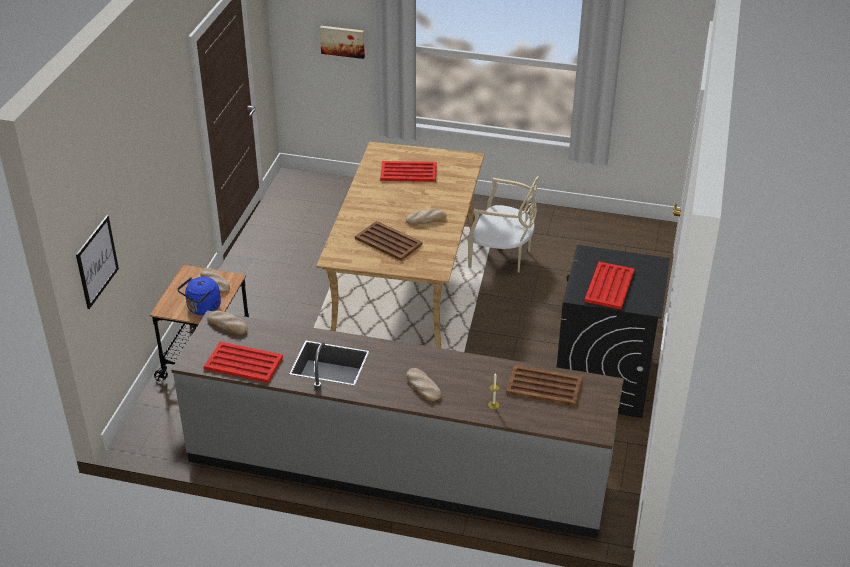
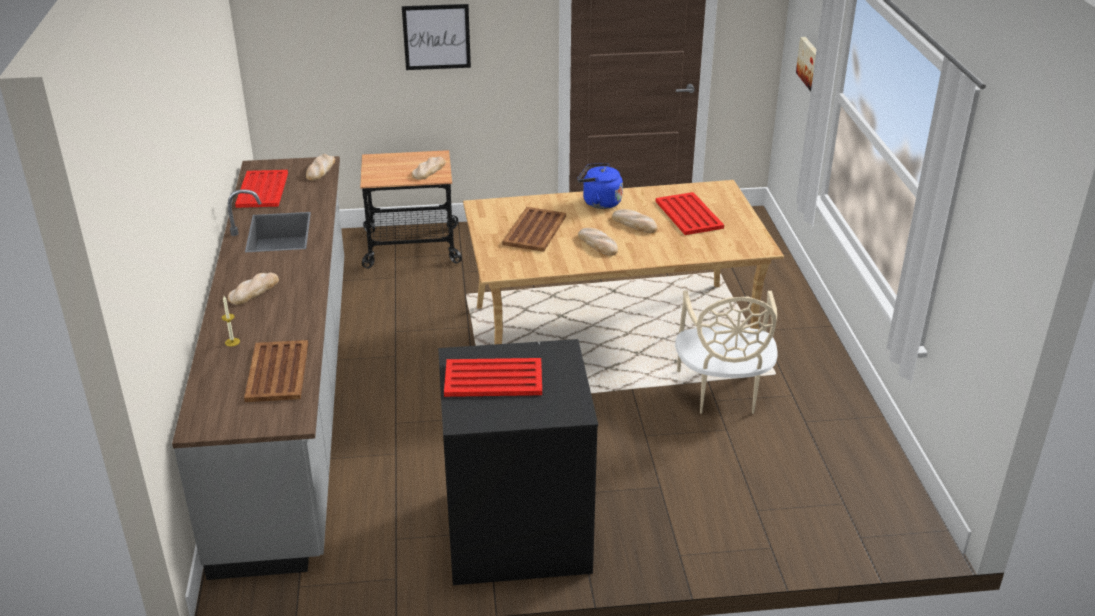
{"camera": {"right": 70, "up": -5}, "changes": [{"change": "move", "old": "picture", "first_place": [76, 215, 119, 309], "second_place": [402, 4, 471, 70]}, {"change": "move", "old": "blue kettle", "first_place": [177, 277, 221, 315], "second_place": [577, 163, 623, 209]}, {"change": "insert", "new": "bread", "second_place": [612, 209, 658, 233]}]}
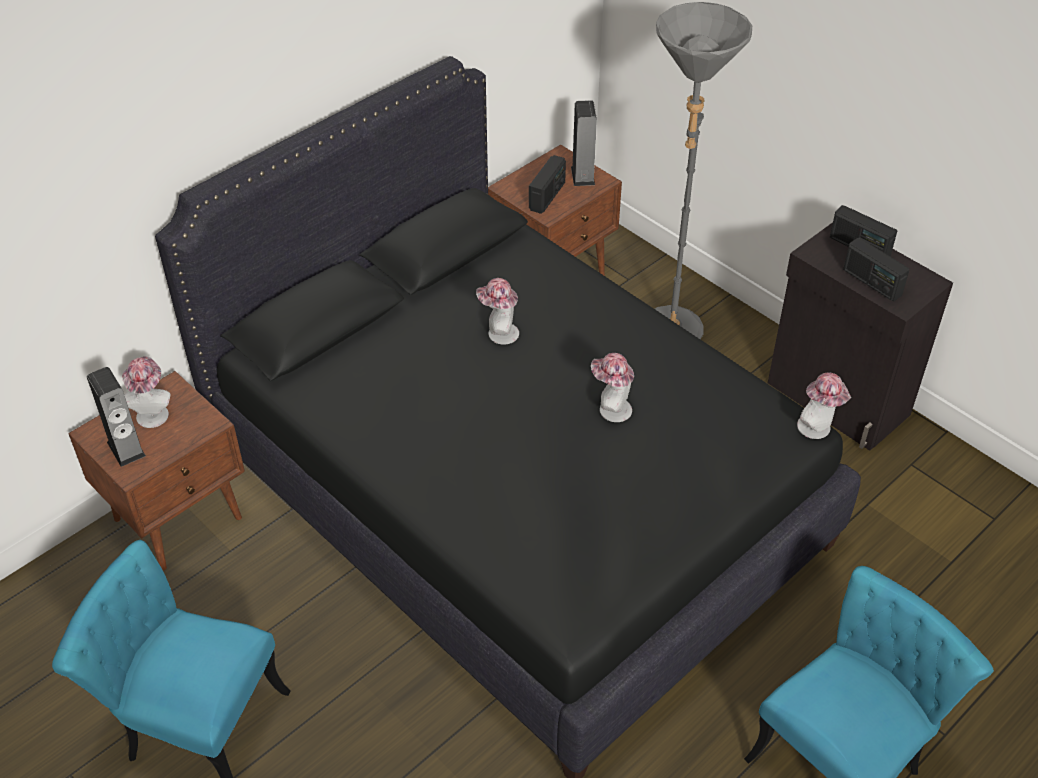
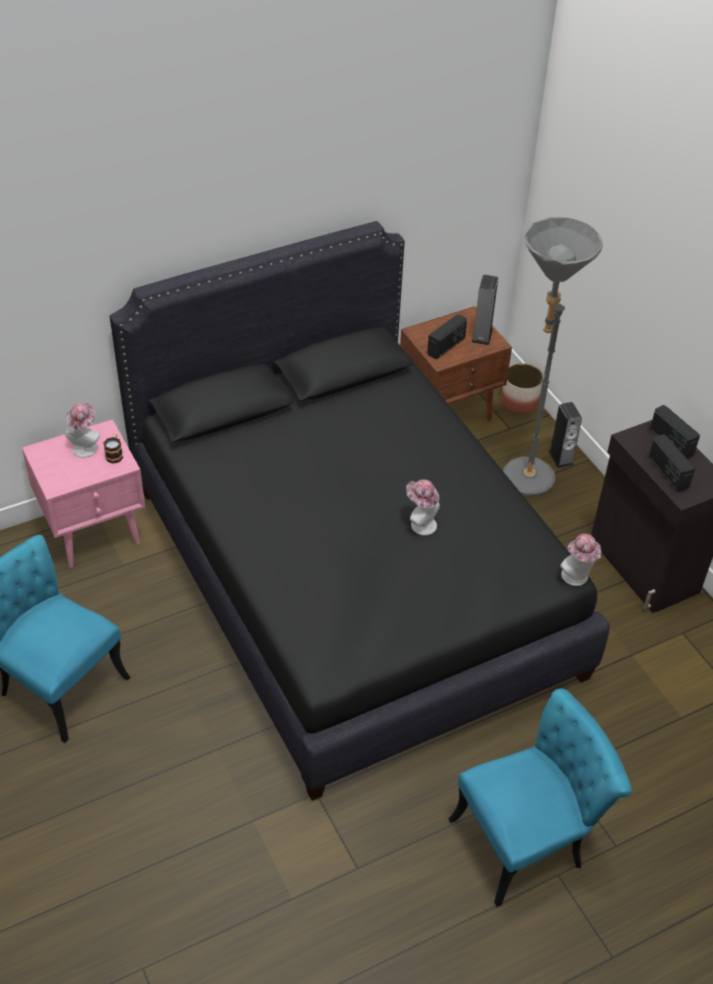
{"camera": {"right": 15, "up": 0}, "changes": [{"change": "recolor", "old": "brown nightstand", "new": "pink nightstand", "first_place": [68, 371, 245, 571], "second_place": [22, 419, 145, 568]}, {"change": "insert", "new": "mug", "second_place": [103, 434, 123, 464]}, {"change": "insert", "new": "planter", "second_place": [501, 363, 544, 414]}, {"change": "move", "old": "speaker", "first_place": [87, 367, 146, 467], "second_place": [549, 402, 582, 468]}, {"change": "delete", "old": "hat", "first_place": [476, 278, 519, 345]}]}
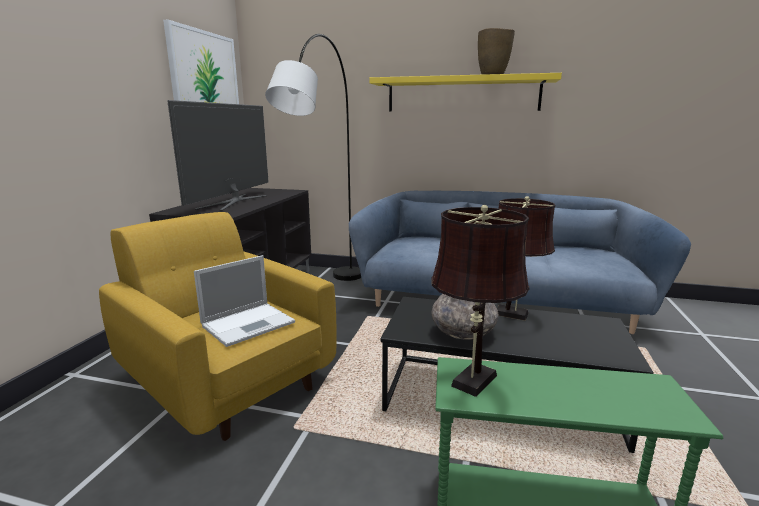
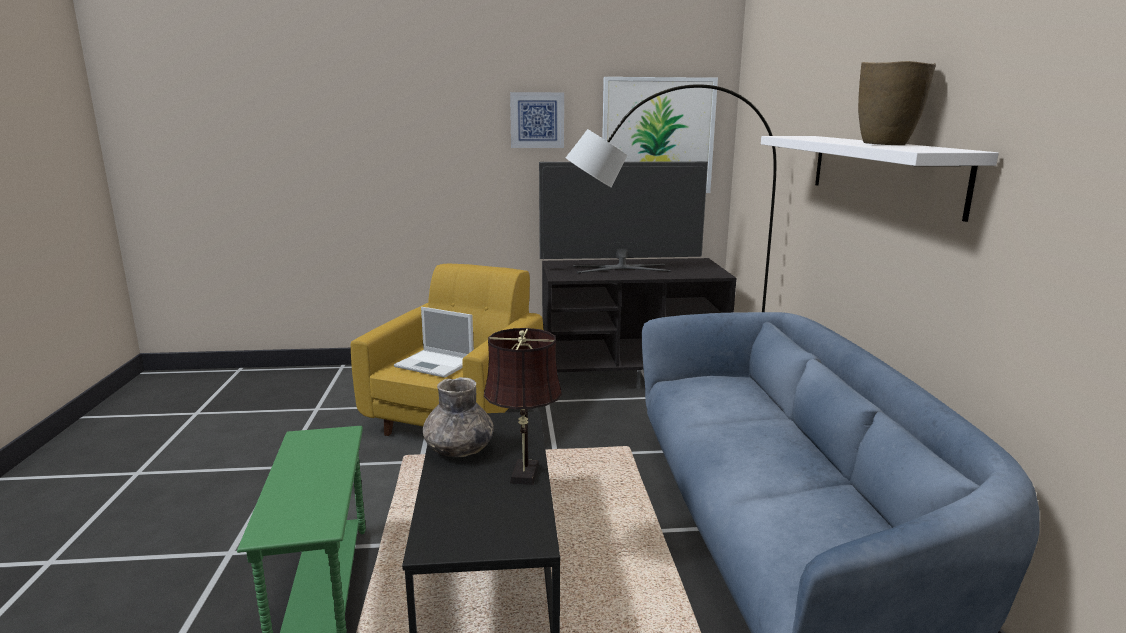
{"camera": {"right": 70, "up": 0}, "changes": [{"change": "insert", "new": "picture", "second_place": [510, 92, 564, 148]}, {"change": "recolor", "old": "yellow shelf", "new": "white shelf", "first_place": [369, 73, 562, 112], "second_place": [761, 136, 999, 222]}, {"change": "delete", "old": "brown table lamp", "first_place": [431, 205, 529, 397]}]}
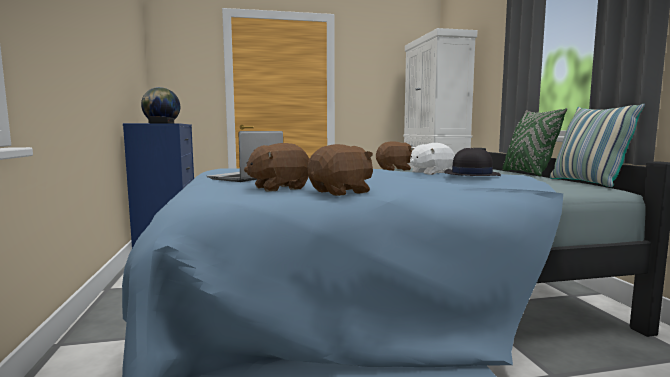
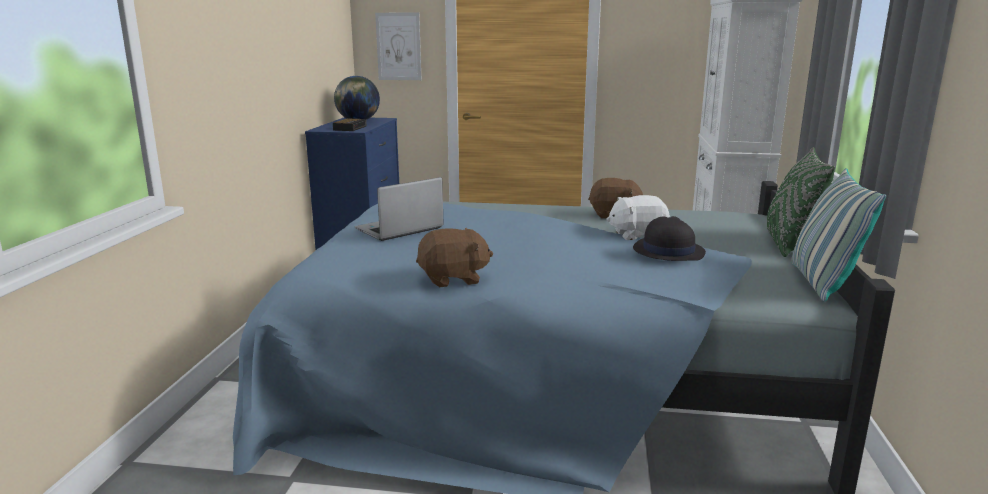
{"camera": {"right": 20, "up": 10}, "changes": [{"change": "insert", "new": "picture", "second_place": [375, 13, 421, 80]}, {"change": "delete", "old": "brown plush toy", "first_place": [244, 143, 310, 192]}]}
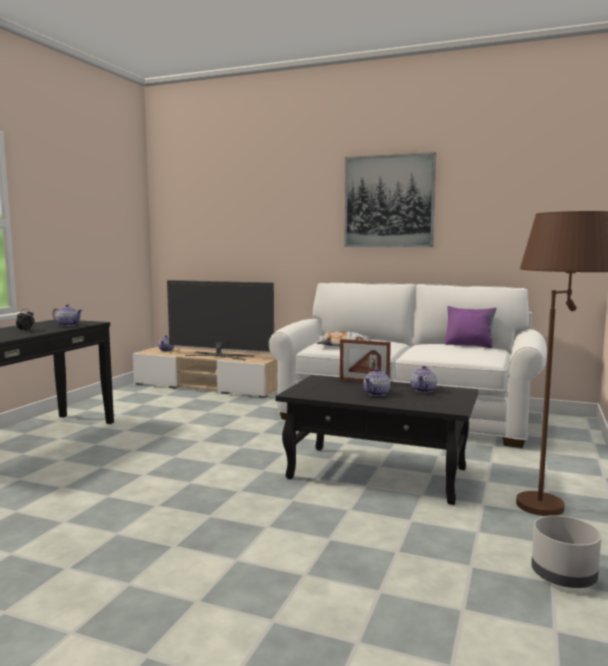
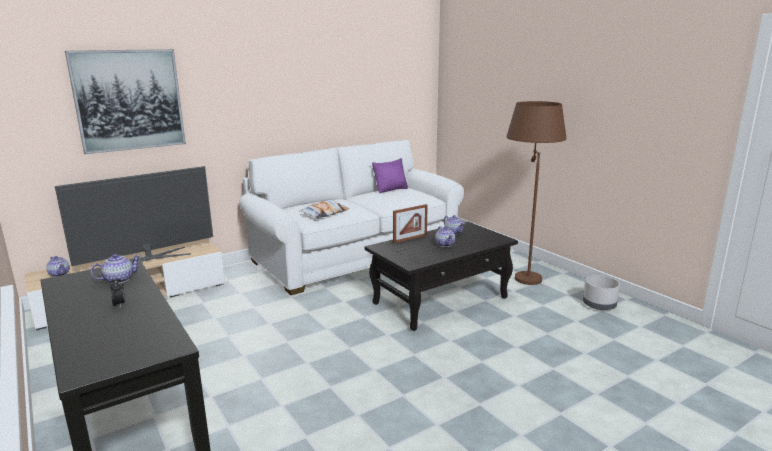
{"camera": {"right": -55, "up": 10}, "changes": [{"change": "move", "old": "picture", "first_place": [344, 152, 436, 247], "second_place": [65, 49, 186, 154]}]}
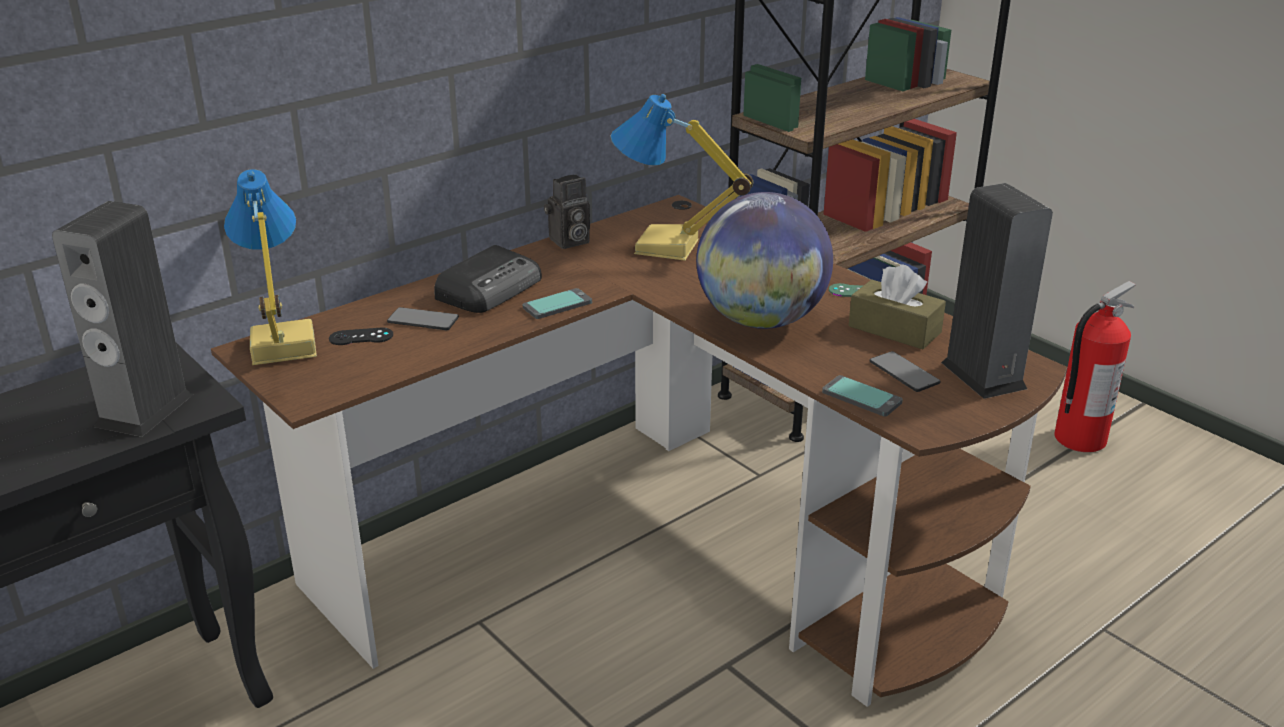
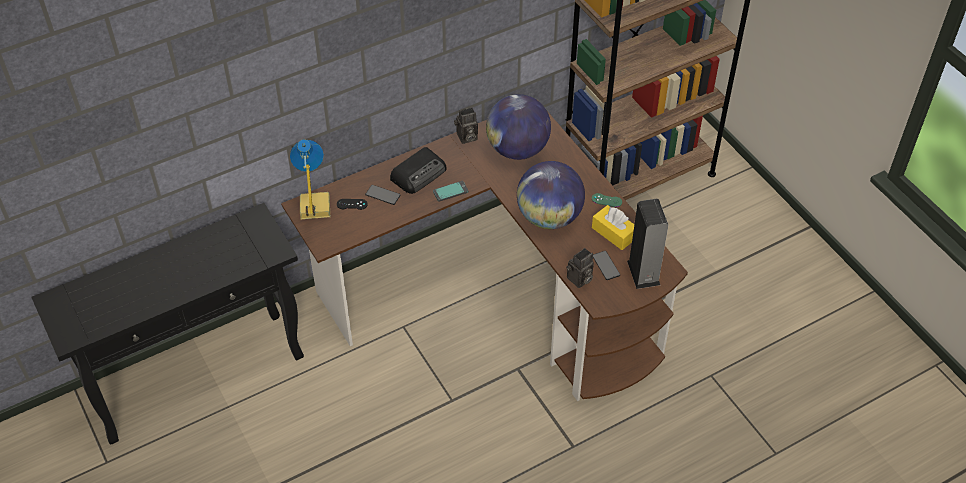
{"camera": {"right": 10, "up": 20}, "changes": [{"change": "replace", "old": "table lamp", "new": "globe", "first_place": [611, 94, 753, 261], "second_place": [486, 94, 551, 160]}, {"change": "replace", "old": "phone", "new": "photo camera", "first_place": [822, 375, 903, 417], "second_place": [566, 248, 594, 288]}, {"change": "recolor", "old": "brown tissue box", "new": "yellow tissue box", "first_place": [849, 264, 946, 349], "second_place": [592, 205, 634, 250]}, {"change": "delete", "old": "speaker", "first_place": [52, 201, 193, 437]}, {"change": "delete", "old": "fire extinguisher", "first_place": [1054, 281, 1136, 452]}]}
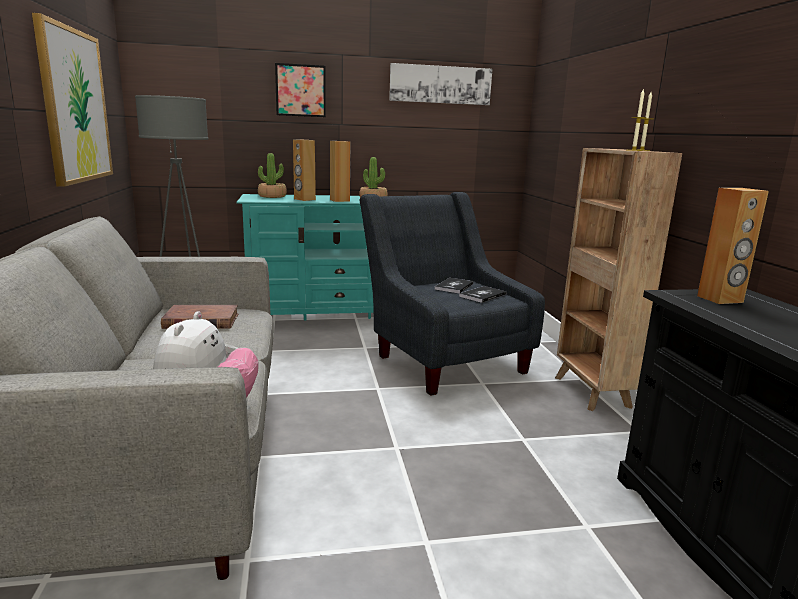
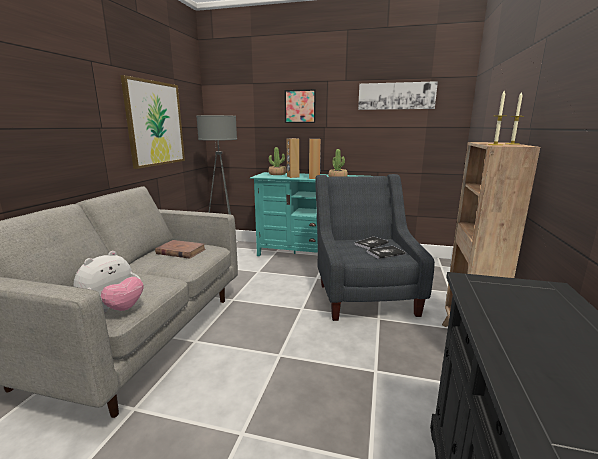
{"camera": {"right": 25, "up": 0}, "changes": [{"change": "delete", "old": "brown speaker", "first_place": [697, 188, 769, 304]}]}
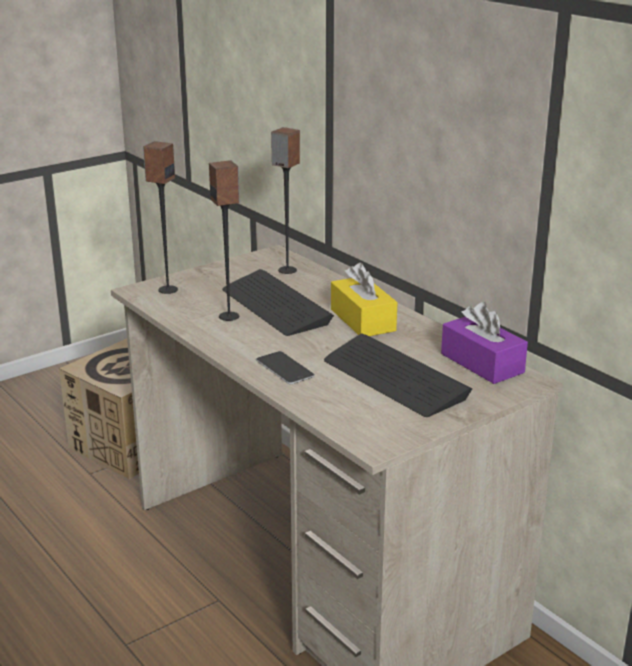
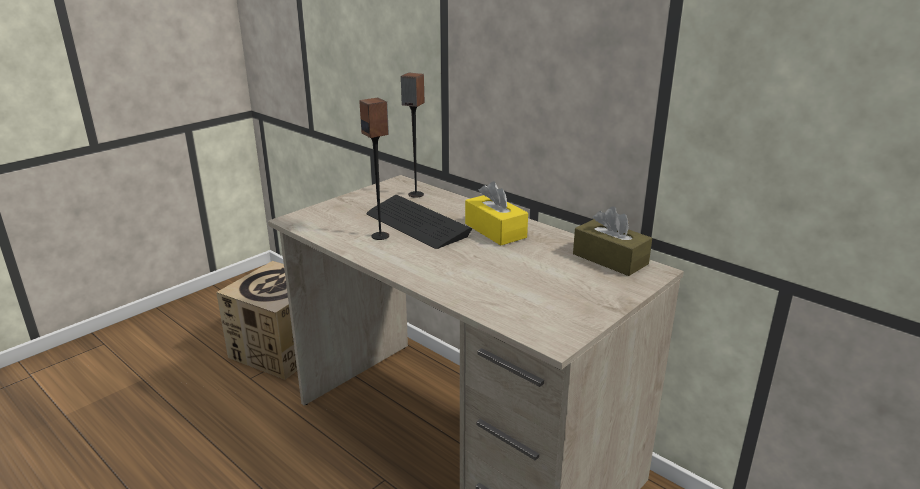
{"camera": {"right": -10, "up": 0}, "changes": [{"change": "recolor", "old": "purple tissue box", "new": "brown tissue box", "first_place": [441, 302, 528, 384], "second_place": [573, 207, 652, 276]}, {"change": "delete", "old": "speaker", "first_place": [143, 141, 178, 294]}, {"change": "delete", "old": "phone", "first_place": [256, 351, 315, 384]}, {"change": "delete", "old": "keyboard", "first_place": [324, 333, 472, 417]}]}
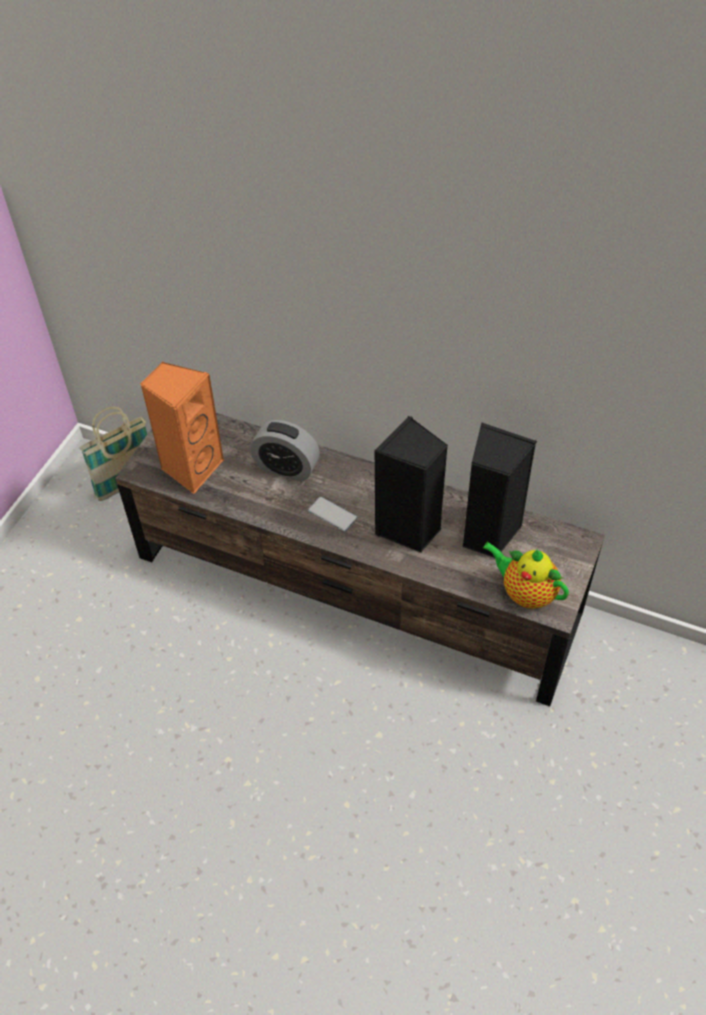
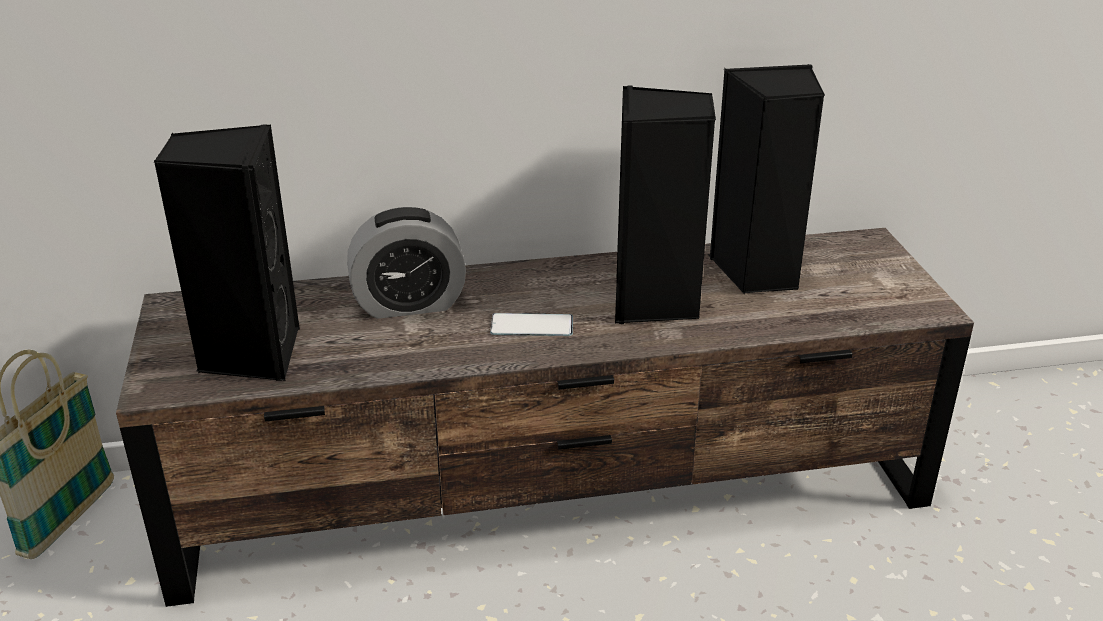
{"camera": {"right": -35, "up": -20}, "changes": [{"change": "recolor", "old": "orange speaker", "new": "black speaker", "first_place": [140, 362, 224, 494], "second_place": [154, 125, 300, 381]}, {"change": "delete", "old": "teapot", "first_place": [483, 541, 569, 609]}]}
